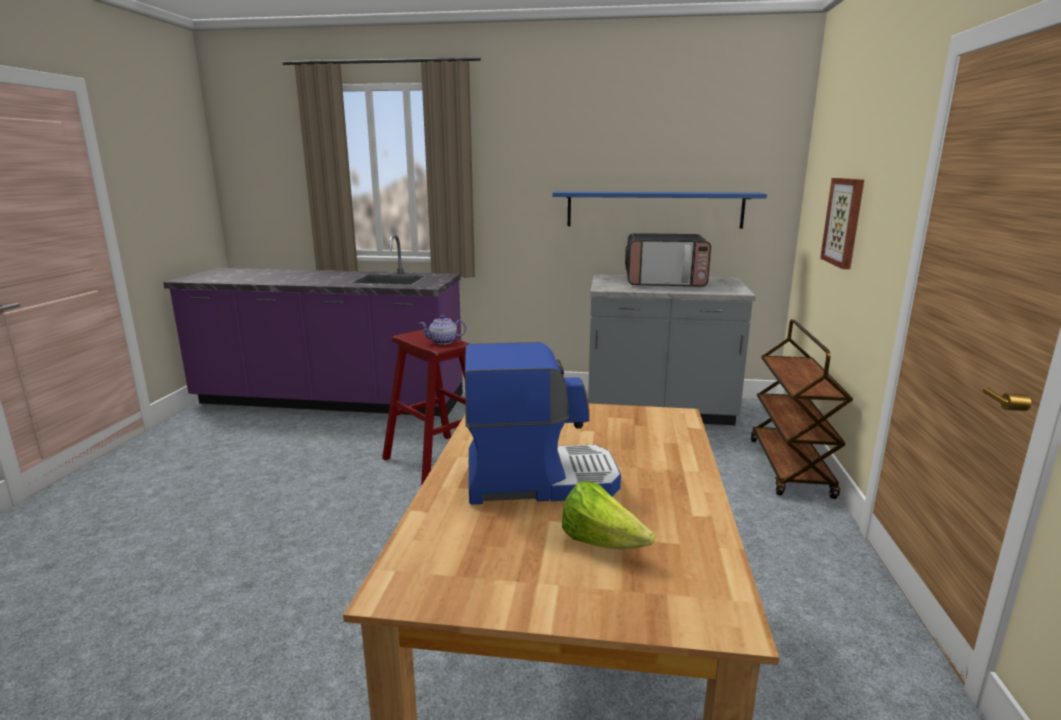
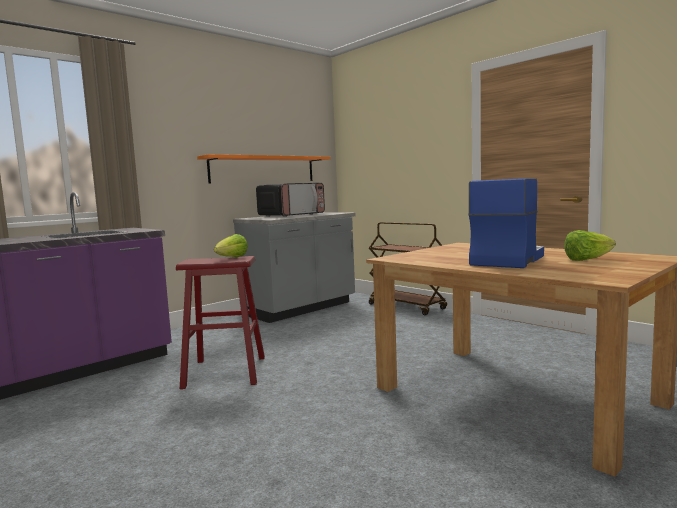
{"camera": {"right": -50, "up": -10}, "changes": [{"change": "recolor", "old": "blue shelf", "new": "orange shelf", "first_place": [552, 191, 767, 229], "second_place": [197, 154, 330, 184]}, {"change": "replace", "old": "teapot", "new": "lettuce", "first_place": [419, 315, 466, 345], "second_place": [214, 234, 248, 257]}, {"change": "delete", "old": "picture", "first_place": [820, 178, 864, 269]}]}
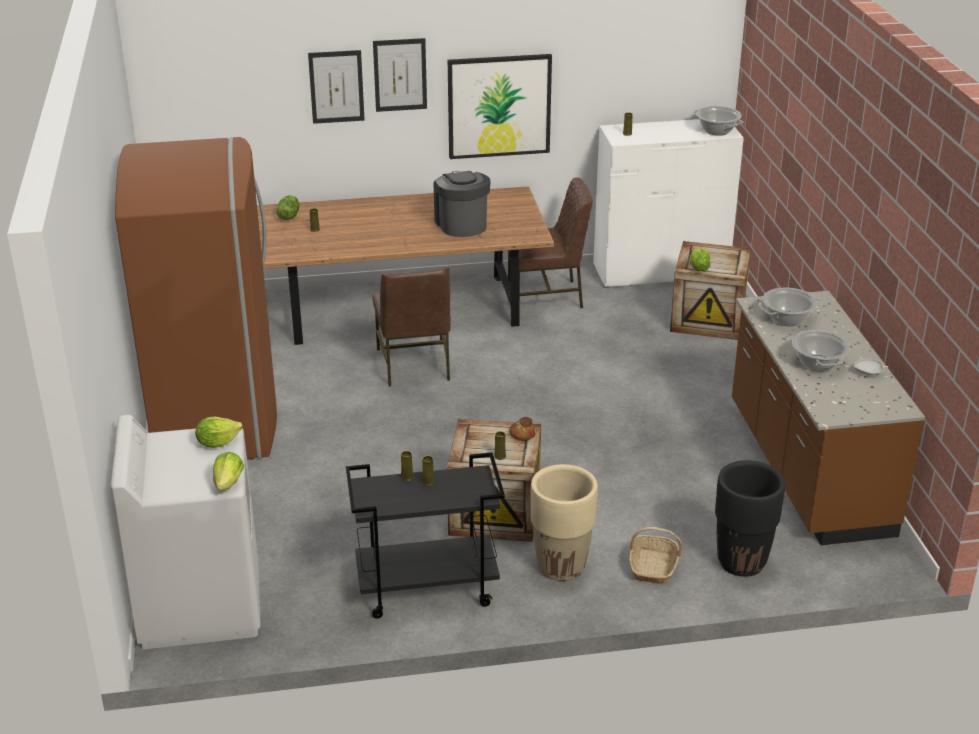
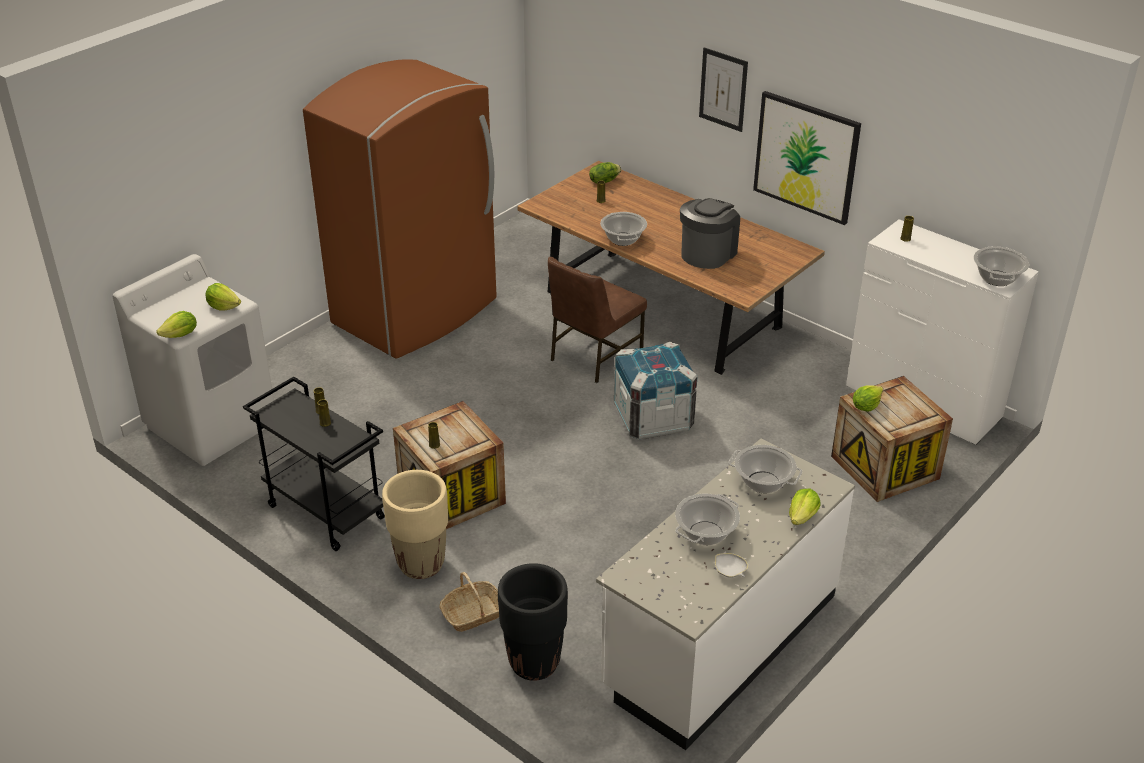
{"camera": {"right": 50, "up": 5}, "changes": [{"change": "recolor", "old": "brown counter", "new": "white counter", "first_place": [732, 291, 925, 545], "second_place": [596, 439, 855, 750]}, {"change": "insert", "new": "cooking pot", "second_place": [600, 212, 647, 246]}, {"change": "insert", "new": "crate", "second_place": [614, 342, 697, 440]}, {"change": "insert", "new": "lettuce", "second_place": [789, 489, 821, 525]}, {"change": "delete", "old": "picture", "first_place": [308, 50, 365, 124]}, {"change": "delete", "old": "brown chair", "first_place": [508, 177, 593, 314]}, {"change": "delete", "old": "bread", "first_place": [509, 417, 535, 441]}]}
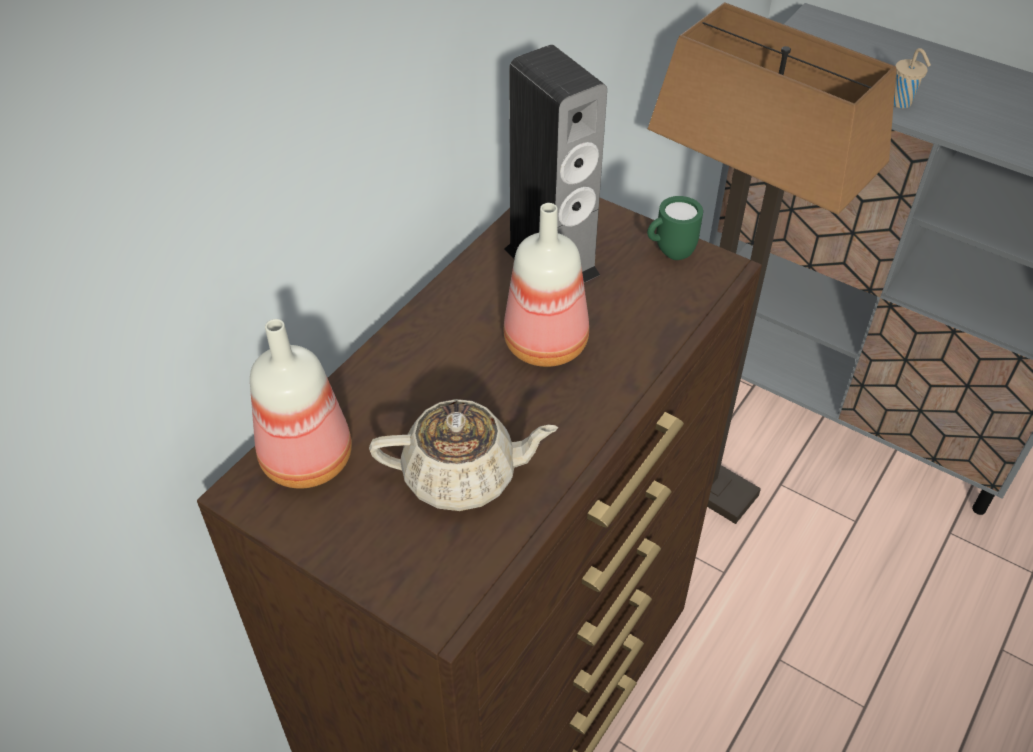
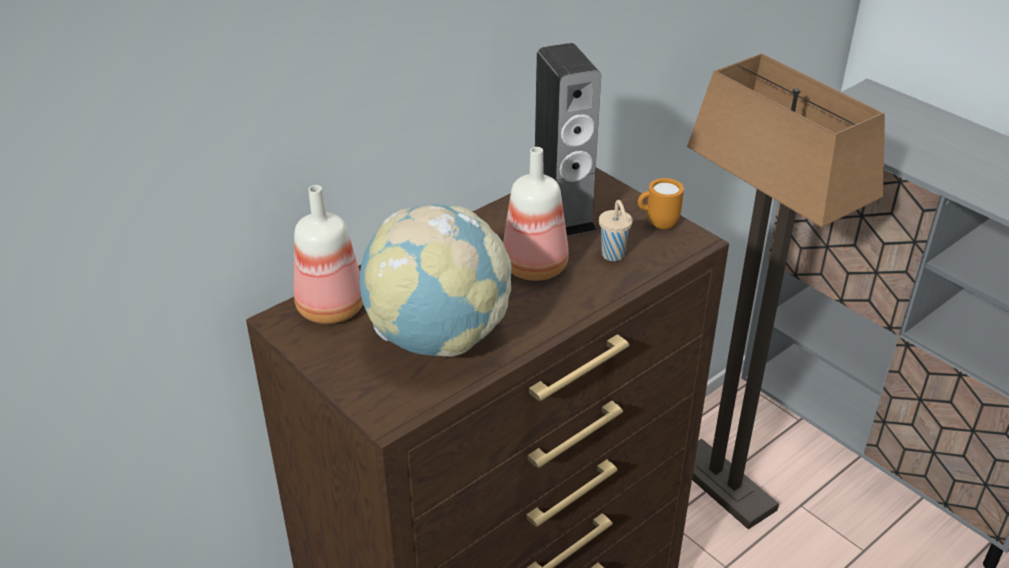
{"camera": {"right": 15, "up": -10}, "changes": [{"change": "replace", "old": "beige teapot", "new": "globe", "first_place": [369, 399, 558, 511], "second_place": [359, 204, 512, 357]}, {"change": "move", "old": "beige cup", "first_place": [893, 48, 931, 108], "second_place": [599, 200, 633, 261]}, {"change": "recolor", "old": "green mug", "new": "orange mug", "first_place": [647, 196, 703, 260], "second_place": [638, 178, 684, 229]}]}
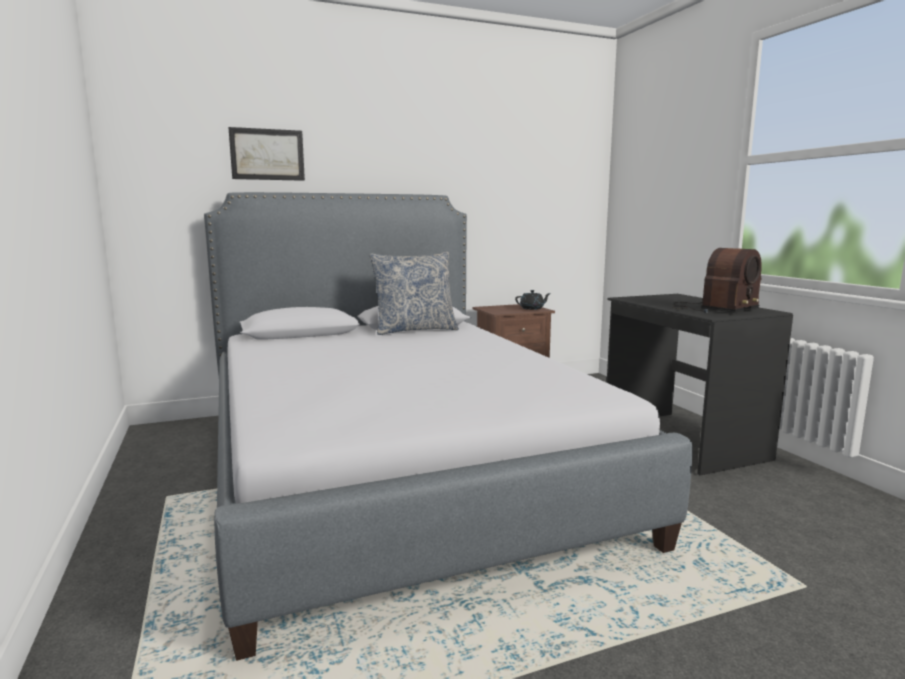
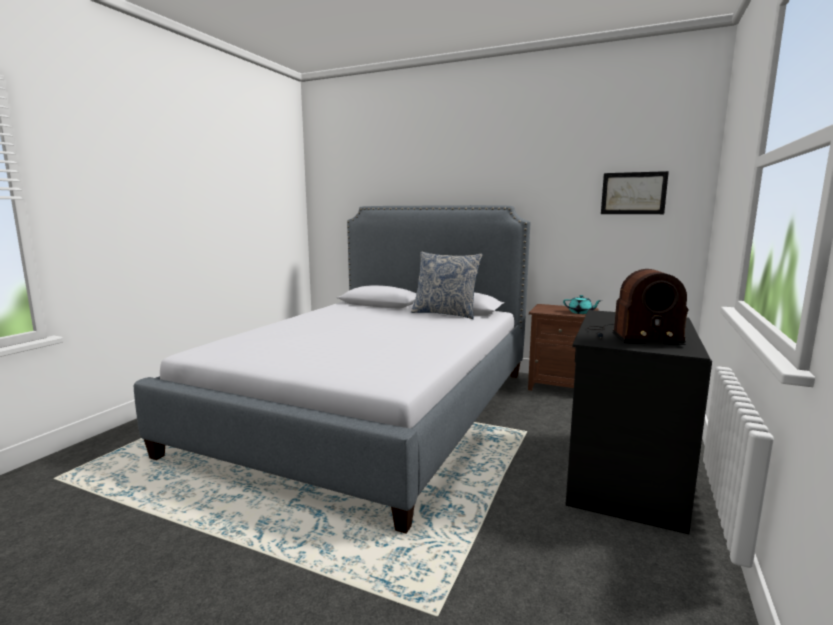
{"camera": {"right": 45, "up": 0}, "changes": [{"change": "recolor", "old": "black teapot", "new": "turquoise teapot", "first_place": [515, 290, 551, 310], "second_place": [563, 295, 602, 314]}, {"change": "move", "old": "picture", "first_place": [228, 127, 305, 181], "second_place": [601, 171, 669, 214]}]}
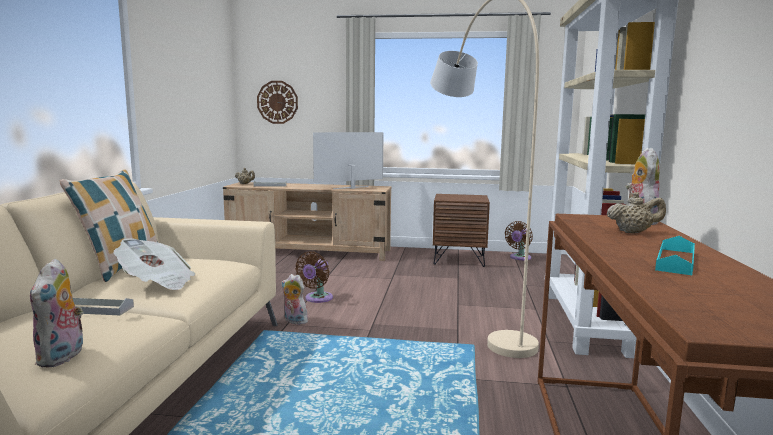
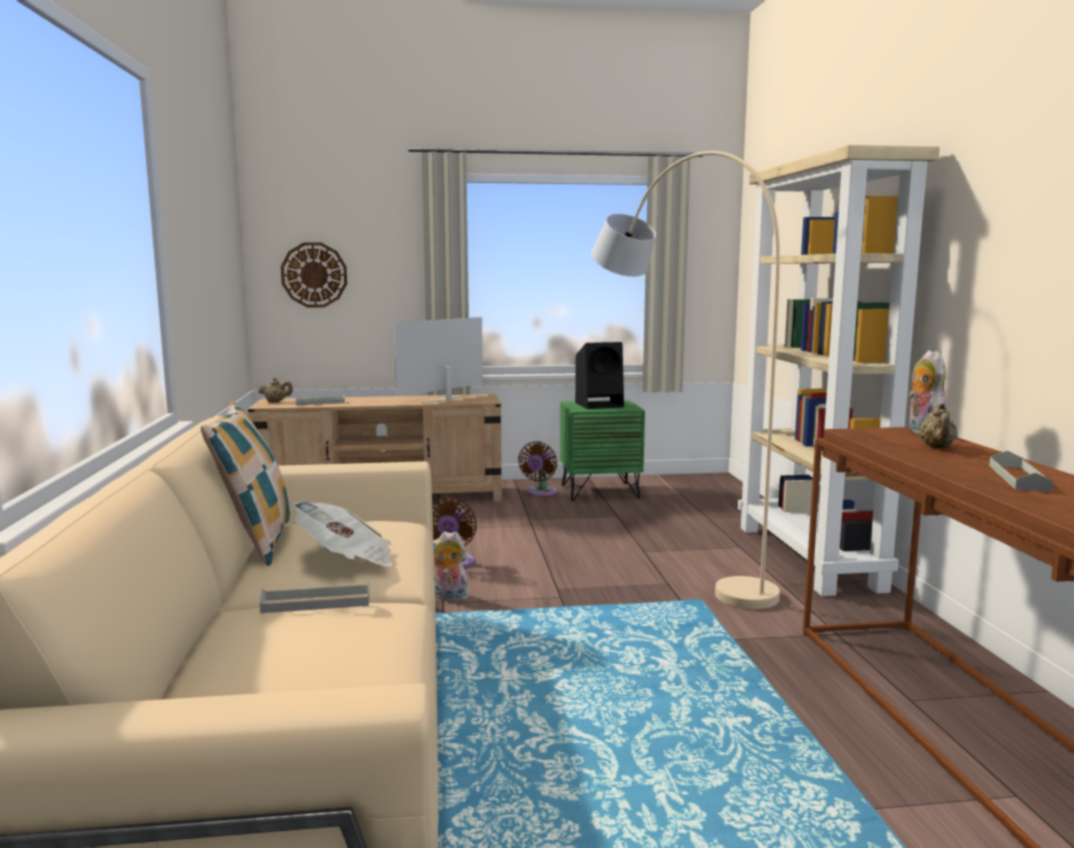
{"camera": {"right": -15, "up": 0}, "changes": [{"change": "move", "old": "brown fan", "first_place": [505, 221, 533, 260], "second_place": [518, 441, 557, 497]}, {"change": "recolor", "old": "brown nightstand", "new": "green nightstand", "first_place": [433, 194, 490, 267], "second_place": [560, 400, 645, 501]}, {"change": "insert", "new": "black speaker", "second_place": [575, 342, 624, 409]}, {"change": "rotate", "old": "beige teapot", "first_place": [607, 192, 666, 233], "second_place": [919, 403, 958, 448], "degrees": 120}, {"change": "recolor", "old": "turquoise tray", "new": "grey tray", "first_place": [655, 236, 695, 275], "second_place": [989, 450, 1054, 492]}, {"change": "delete", "old": "plush toy", "first_place": [30, 259, 83, 368]}]}
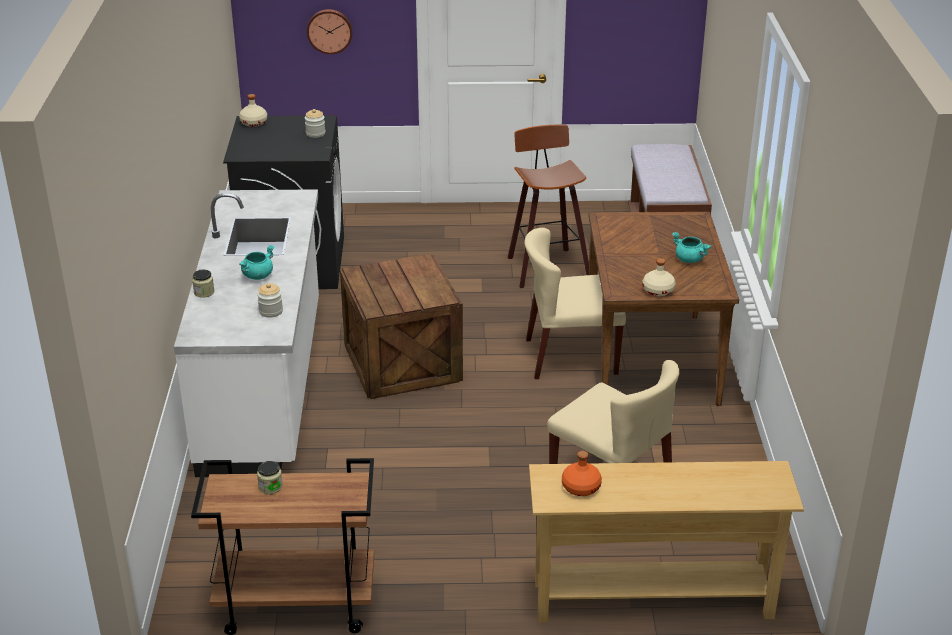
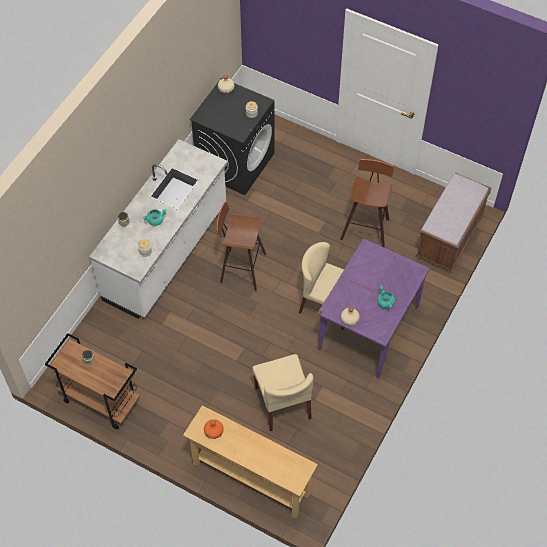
{"camera": {"right": 30, "up": 25}, "changes": [{"change": "replace", "old": "crate", "new": "stool", "first_place": [340, 254, 463, 399], "second_place": [217, 202, 266, 292]}, {"change": "recolor", "old": "brown dining table", "new": "purple dining table", "first_place": [589, 212, 739, 406], "second_place": [317, 238, 430, 378]}, {"change": "delete", "old": "wall clock", "first_place": [307, 9, 353, 54]}]}
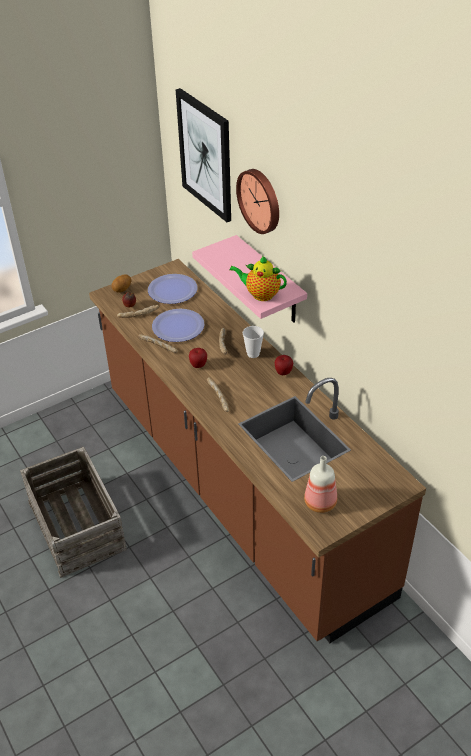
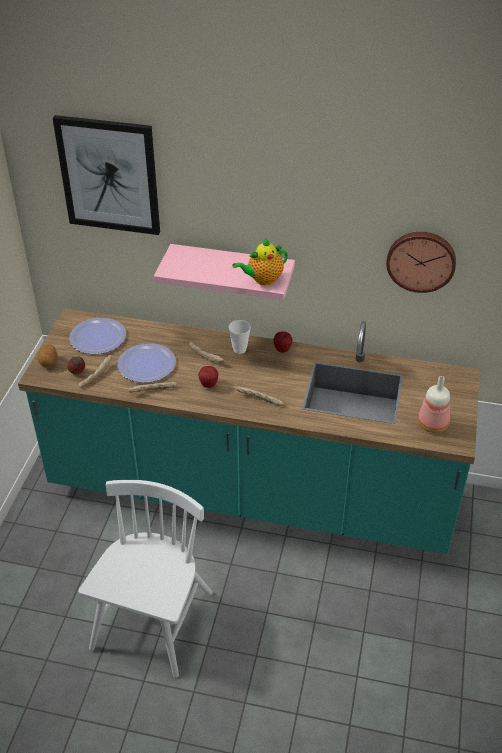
{"camera": {"right": -45, "up": 0}, "changes": [{"change": "recolor", "old": "brown counter", "new": "turquoise counter", "first_place": [89, 259, 426, 643], "second_place": [18, 308, 480, 554]}, {"change": "replace", "old": "crate", "new": "white chair", "first_place": [20, 446, 127, 578], "second_place": [78, 480, 213, 678]}, {"change": "move", "old": "wall clock", "first_place": [236, 169, 279, 234], "second_place": [386, 232, 456, 293]}]}
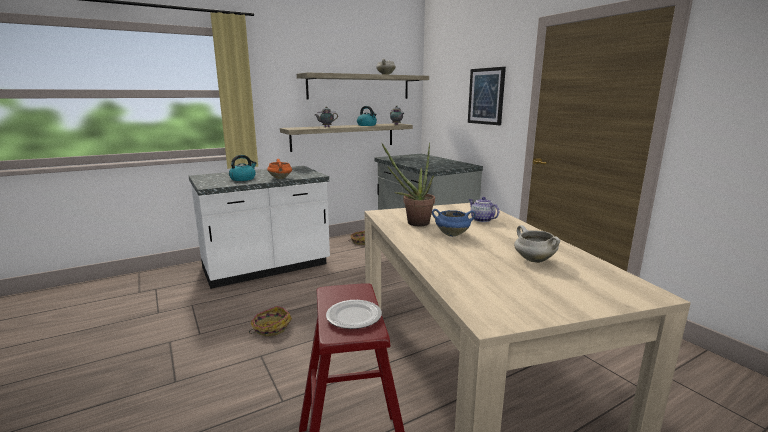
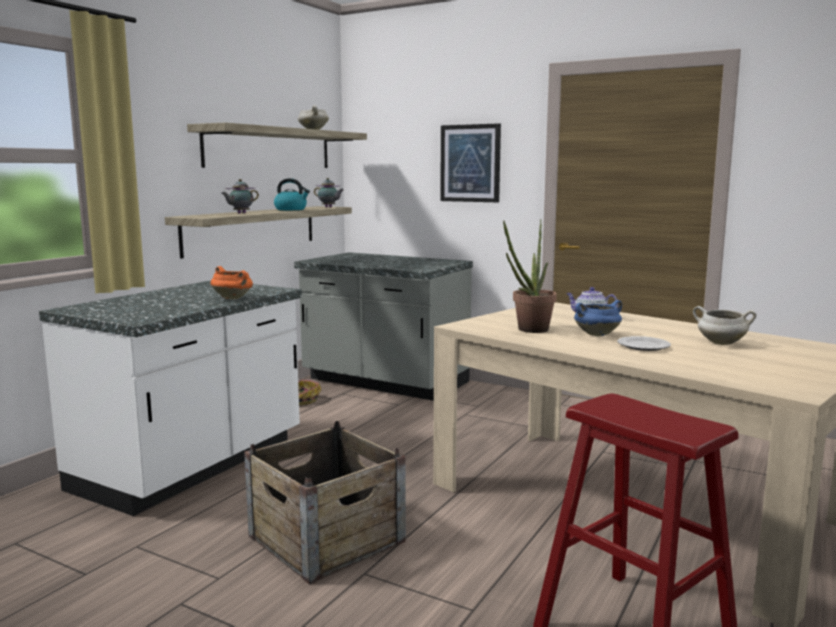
{"camera": {"right": -30, "up": -5}, "changes": [{"change": "replace", "old": "basket", "new": "crate", "first_place": [249, 306, 292, 336], "second_place": [244, 421, 406, 584]}, {"change": "move", "old": "plate", "first_place": [326, 300, 382, 329], "second_place": [617, 336, 671, 351]}, {"change": "delete", "old": "kettle", "first_place": [229, 155, 257, 181]}]}
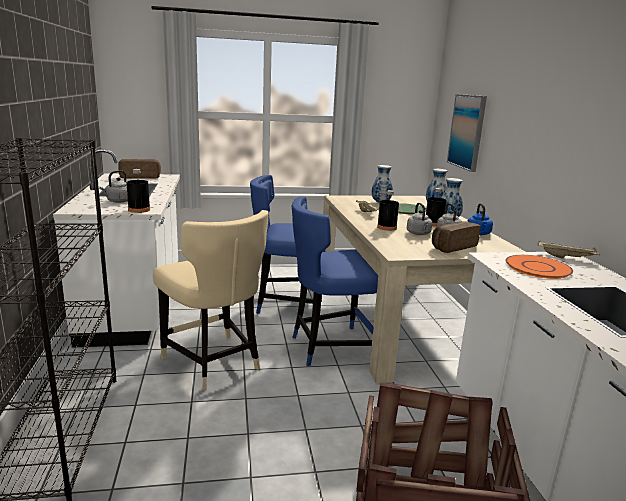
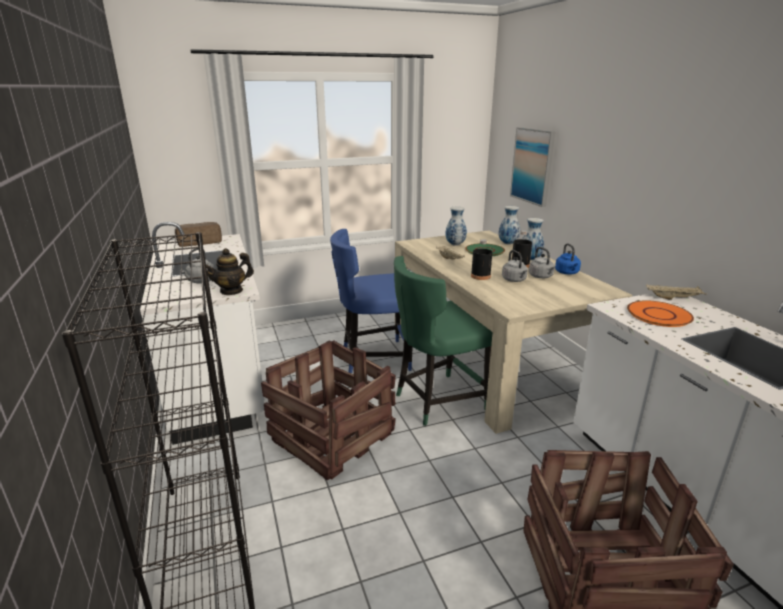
{"camera": {"right": -10, "up": 5}, "changes": [{"change": "replace", "old": "black bottle", "new": "teapot", "first_place": [126, 169, 150, 213], "second_place": [206, 248, 254, 295]}, {"change": "replace", "old": "beige chair", "new": "crate", "first_place": [153, 210, 268, 390], "second_place": [261, 340, 396, 481]}, {"change": "recolor", "old": "blue chair", "new": "green chair", "first_place": [292, 197, 378, 366], "second_place": [394, 256, 493, 426]}, {"change": "delete", "old": "bread", "first_place": [432, 221, 481, 253]}]}
